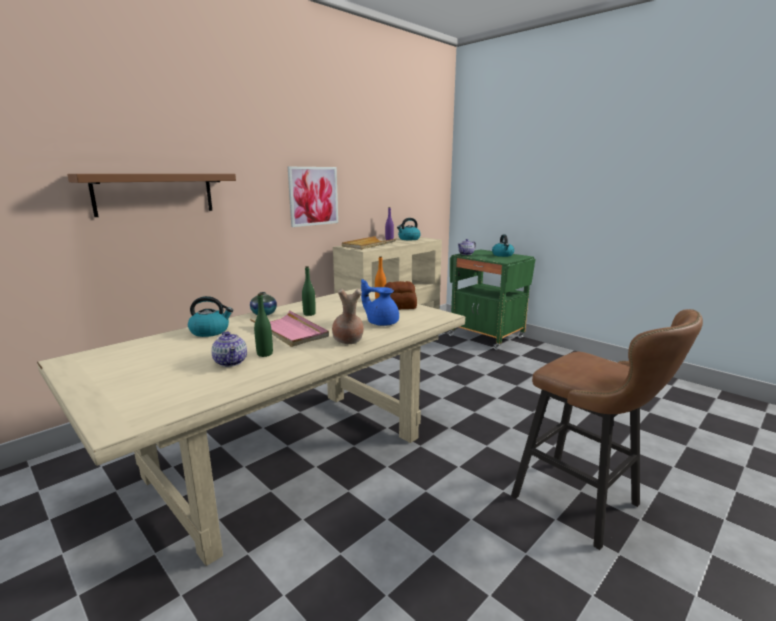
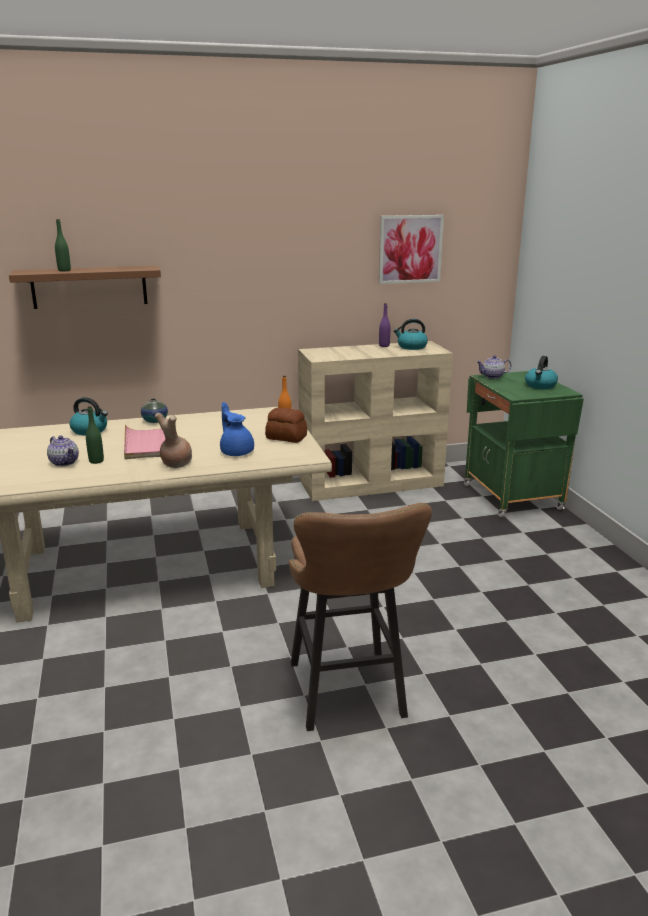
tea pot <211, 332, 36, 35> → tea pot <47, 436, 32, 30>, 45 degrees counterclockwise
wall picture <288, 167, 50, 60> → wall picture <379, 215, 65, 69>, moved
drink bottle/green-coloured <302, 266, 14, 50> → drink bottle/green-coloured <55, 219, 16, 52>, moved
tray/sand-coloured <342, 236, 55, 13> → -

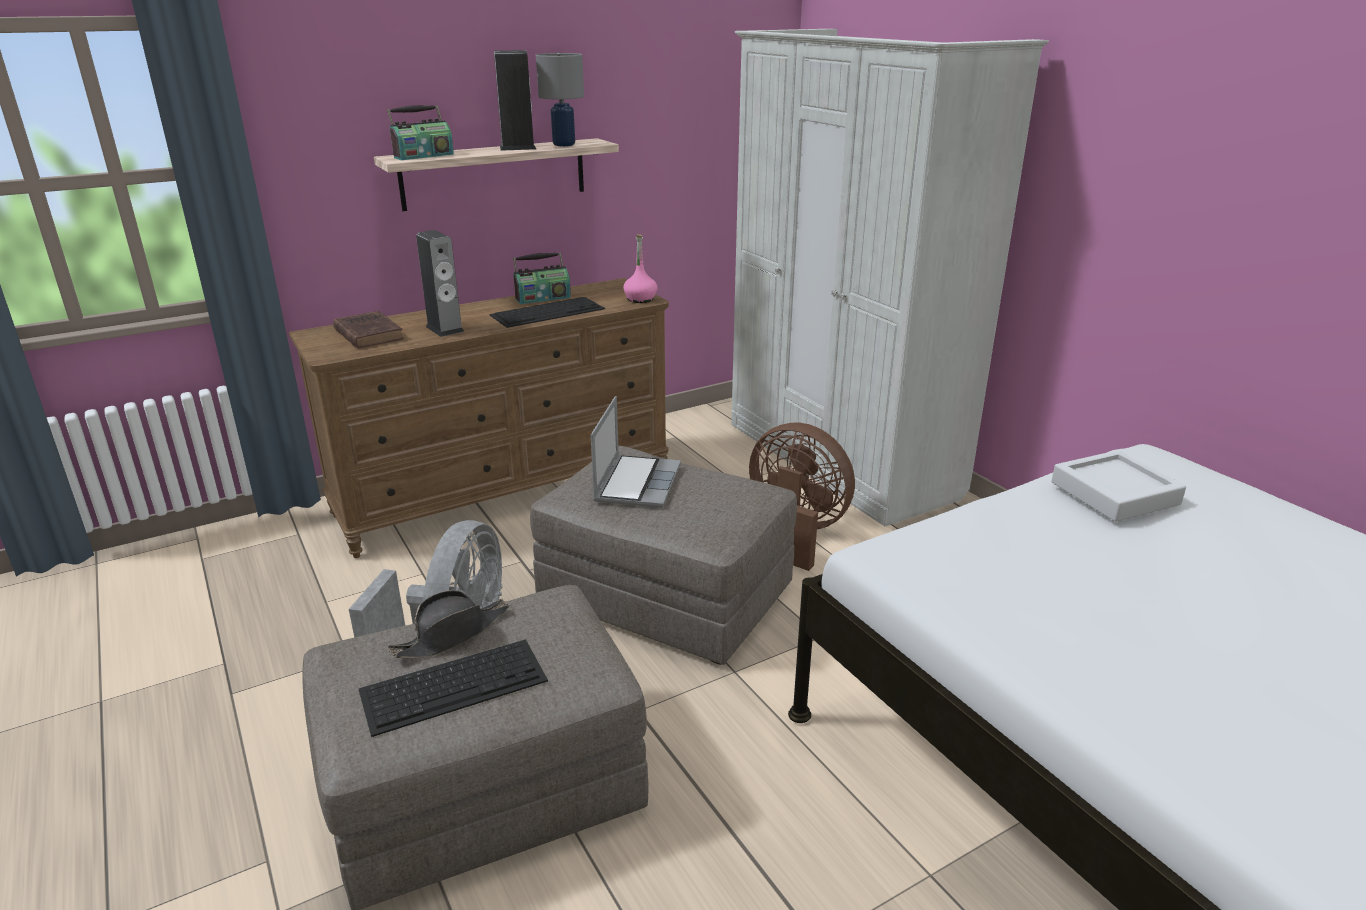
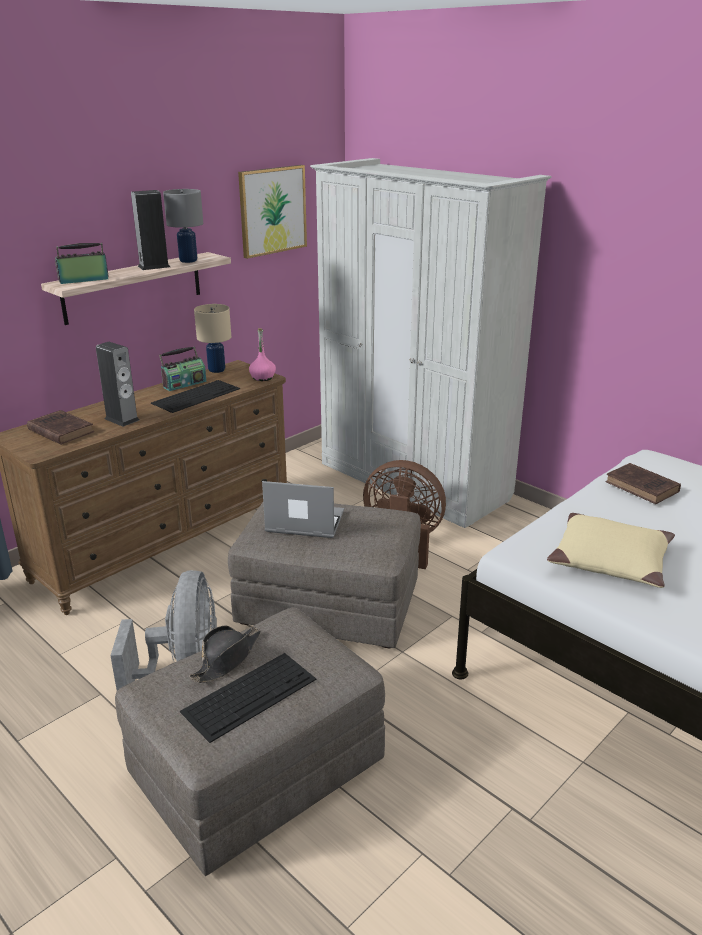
radio receiver <387, 105, 67, 55> → radio receiver <55, 243, 54, 41>, 150 degrees counterclockwise
notebook computer <591, 396, 90, 112> → notebook computer <262, 481, 82, 57>, 75 degrees counterclockwise
tray/grey <1051, 450, 135, 72> → book/brownish <605, 463, 76, 41>
- → lamp for a table/sand-coloured <194, 304, 37, 69>
- → wall picture <238, 165, 69, 94>
- → pillow/sand-coloured <547, 513, 128, 75>

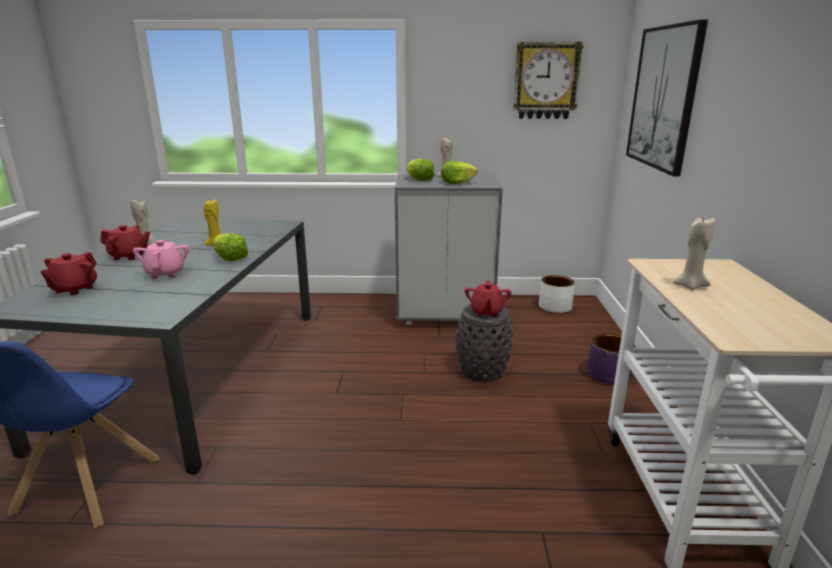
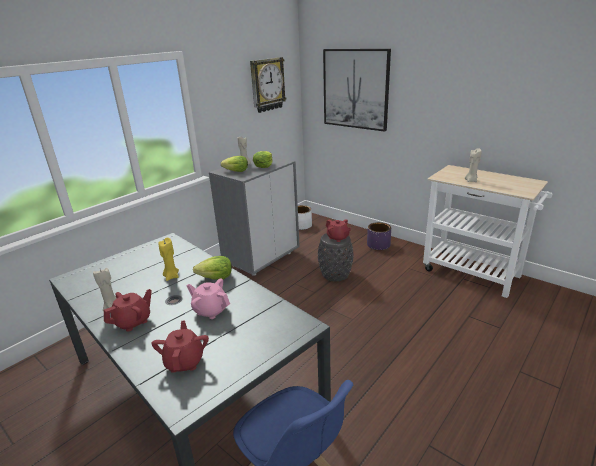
tea pot/red <40, 252, 57, 43> → tea pot/red <152, 320, 57, 53>, 150 degrees counterclockwise

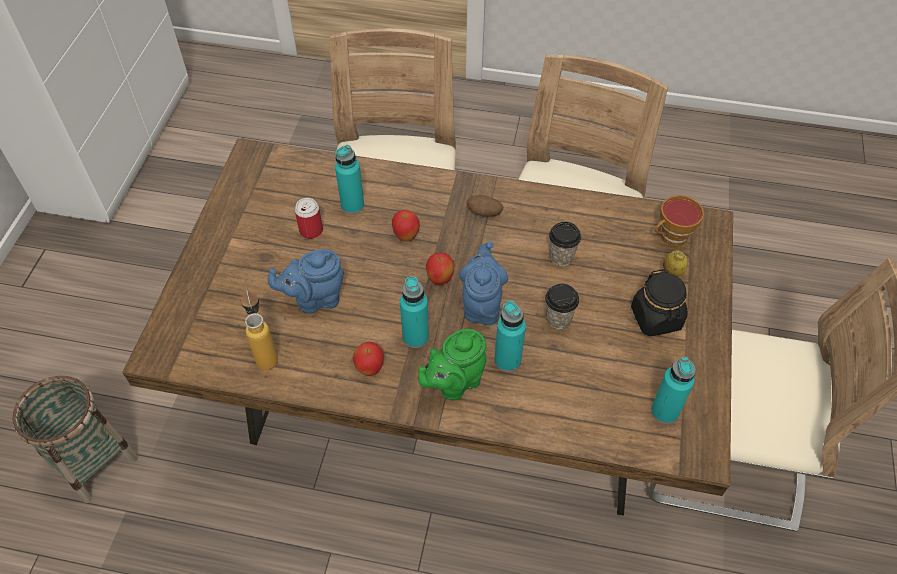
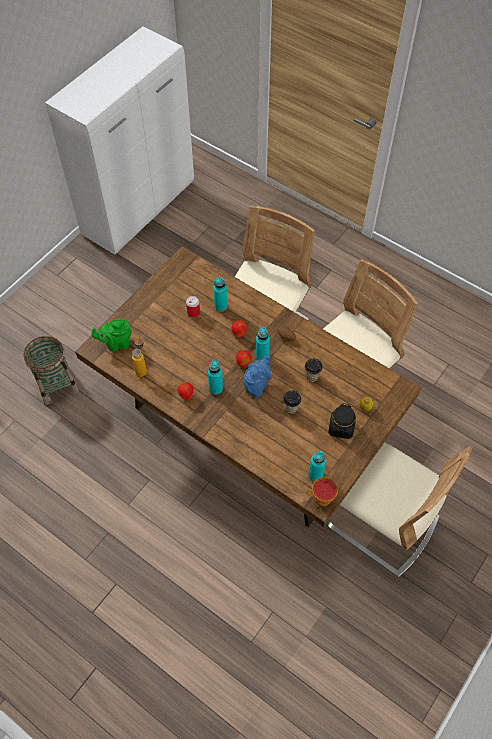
tea pot/bluish <268, 249, 76, 65> → -
tea pot/green-coloured <418, 329, 68, 72> → tea pot/green-coloured <92, 319, 40, 32>, moved
drink bottle/blue-green <495, 300, 31, 72> → drink bottle/blue-green <256, 327, 14, 33>, moved
small cup <655, 195, 49, 52> → small cup <306, 477, 32, 29>, moved

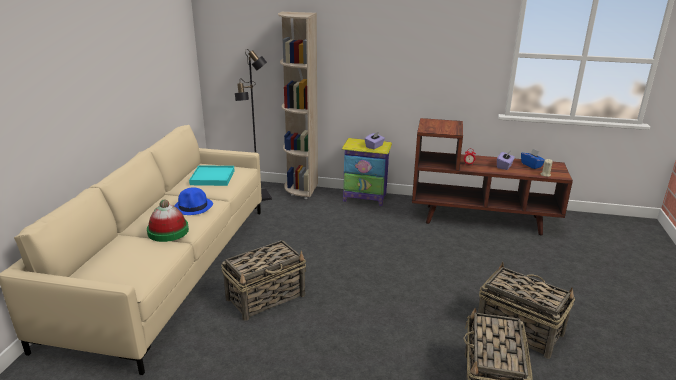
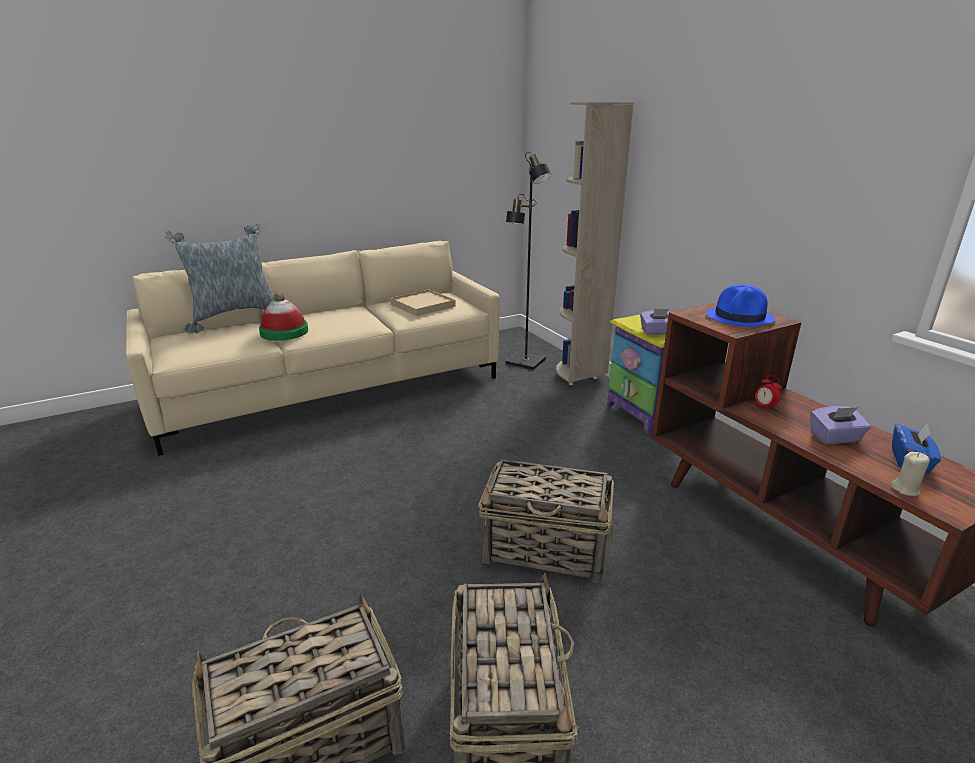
clothing hat/bluish <175, 187, 38, 28> → clothing hat/bluish <705, 284, 71, 43>, moved
tray/blue-green <189, 165, 45, 21> → tray/sand-coloured <391, 289, 65, 27>
household basket <221, 240, 85, 81> → household basket <478, 459, 136, 124>, moved
- → pillow <163, 224, 110, 110>

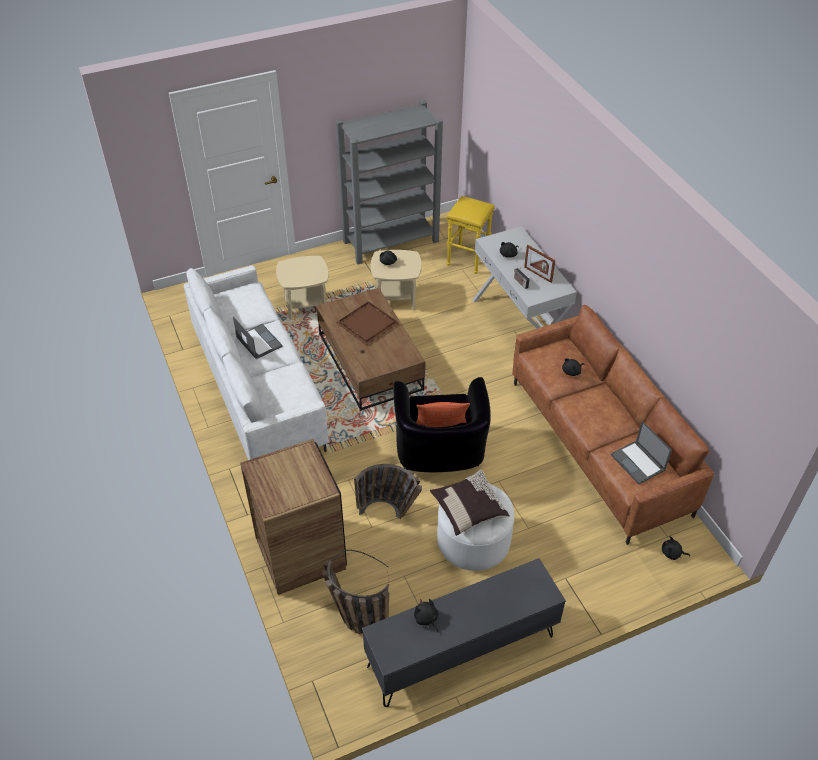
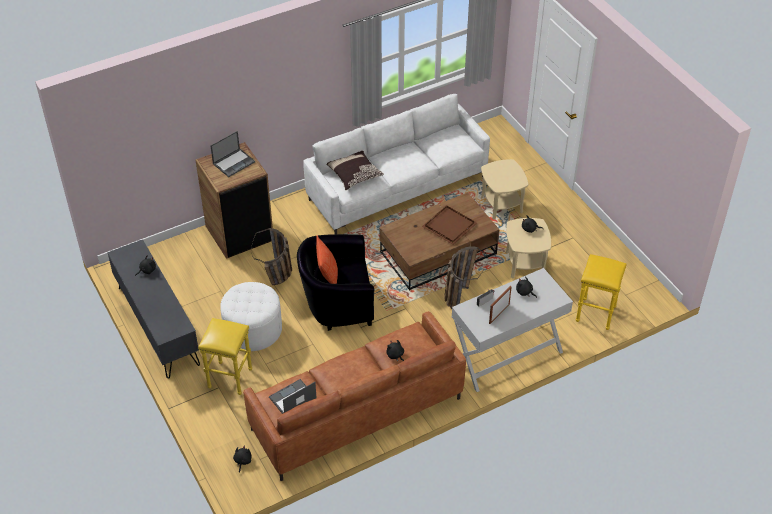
notebook computer <233, 316, 50, 43> → notebook computer <210, 131, 45, 46>, moved
household basket <322, 550, 67, 85> → household basket <444, 246, 44, 63>, moved
shelving unit/grey <336, 100, 107, 164> → -
pillow <430, 470, 80, 66> → pillow <326, 151, 58, 39>, moved
- → sitting stool/yellowish <198, 318, 54, 77>

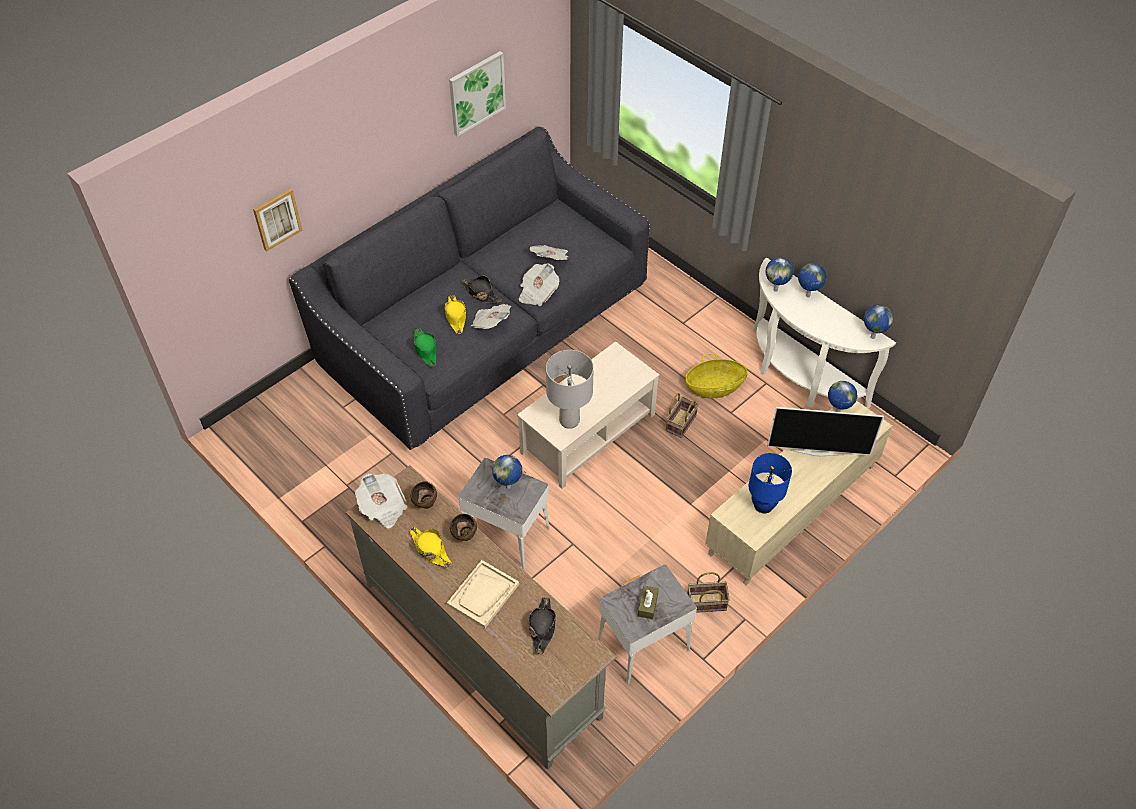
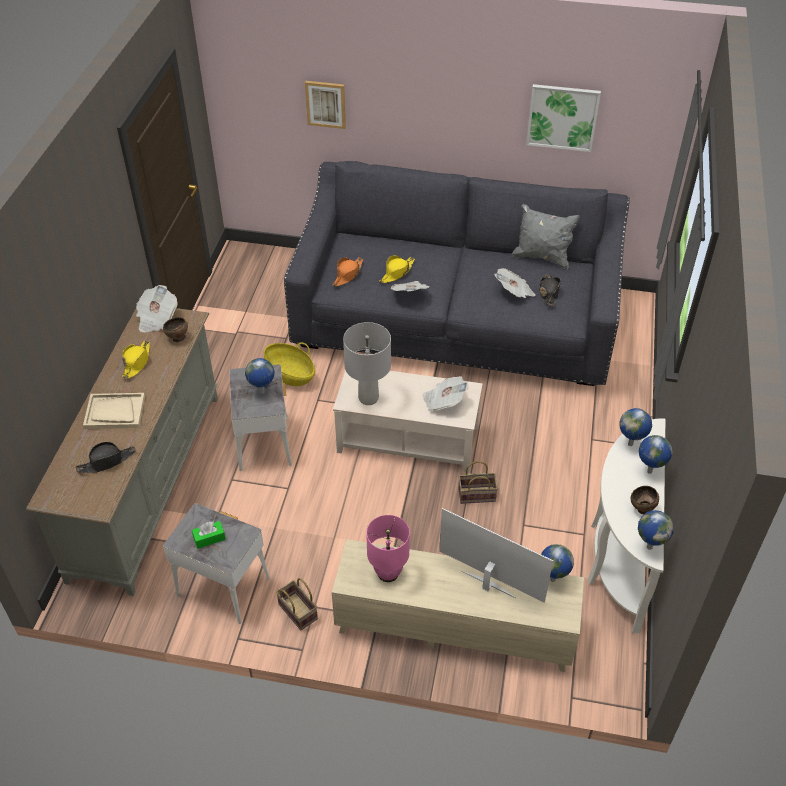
clothing hat/green-coloured <414, 328, 22, 39> → clothing hat/orange <332, 257, 31, 30>
bowl/brownish <450, 514, 27, 27> → bowl/brownish <631, 486, 28, 28>, moved
clothing hat/black-coloured <461, 276, 41, 27> → clothing hat/black-coloured <539, 274, 22, 32>, moved
printed paper <519, 263, 40, 43> → printed paper <422, 376, 46, 35>, moved
tissue box/brownish <638, 586, 21, 33> → tissue box/green-coloured <192, 521, 34, 28>
household basket <685, 353, 63, 45> → household basket <264, 342, 51, 44>, moved
lamp for a table/bluish <749, 453, 43, 60> → lamp for a table/pink <366, 515, 44, 67>
television <767, 407, 117, 49> → television <439, 508, 114, 95>, 150 degrees clockwise
- → pillow/grey <512, 204, 68, 66>

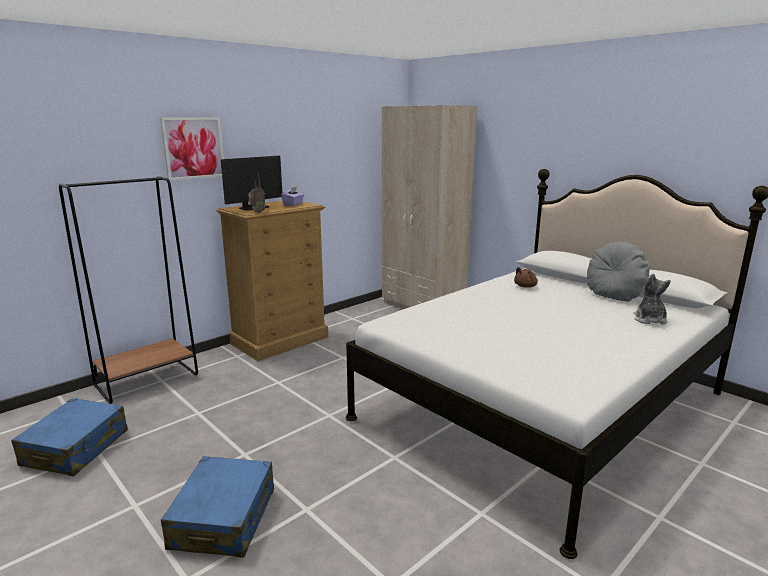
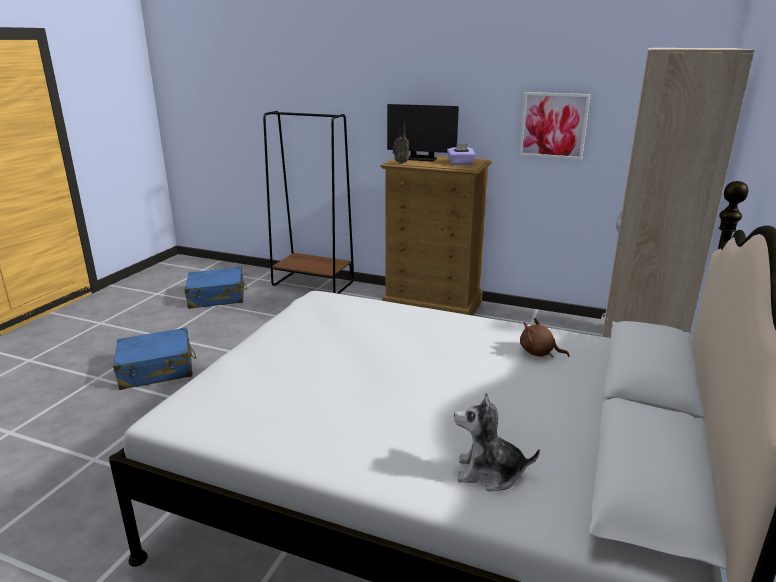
wall picture <160, 117, 64, 64> → wall picture <519, 92, 71, 68>, moved
pillow/grey <587, 242, 63, 60> → -
plush toy <633, 274, 38, 51> → plush toy <454, 393, 86, 98>, 150 degrees counterclockwise

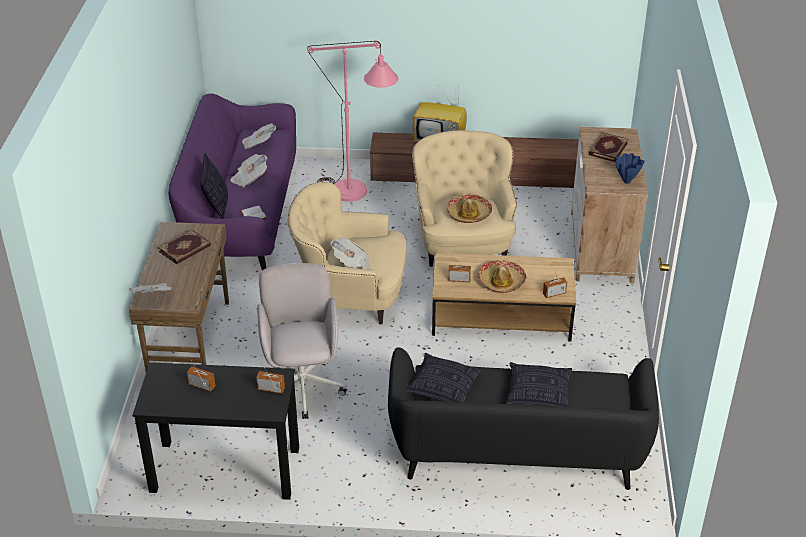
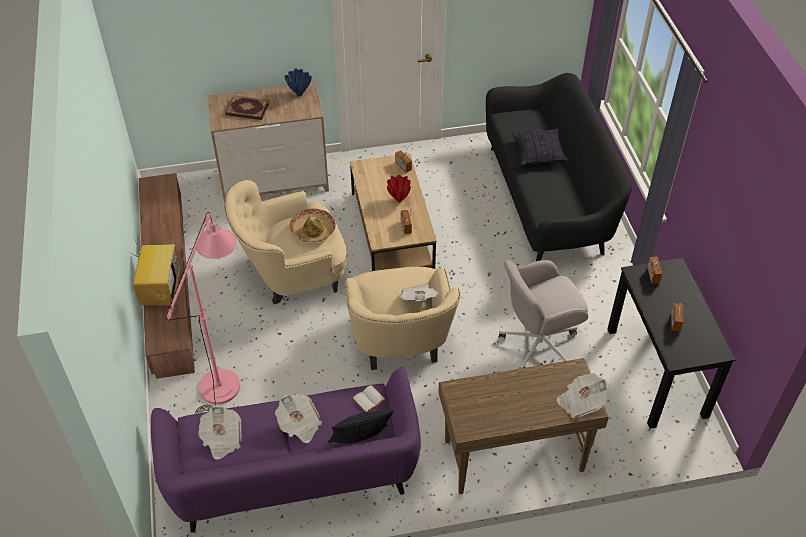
book <158, 229, 53, 35> → -
pillow <406, 353, 77, 49> → -
clothing hat <478, 260, 48, 33> → flower vase/red <387, 175, 24, 27>

